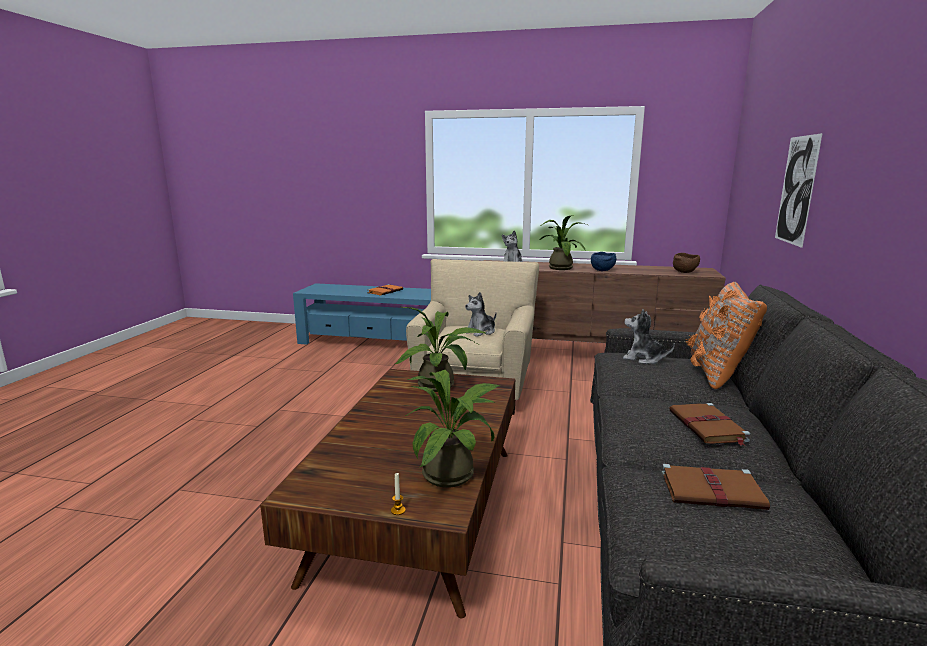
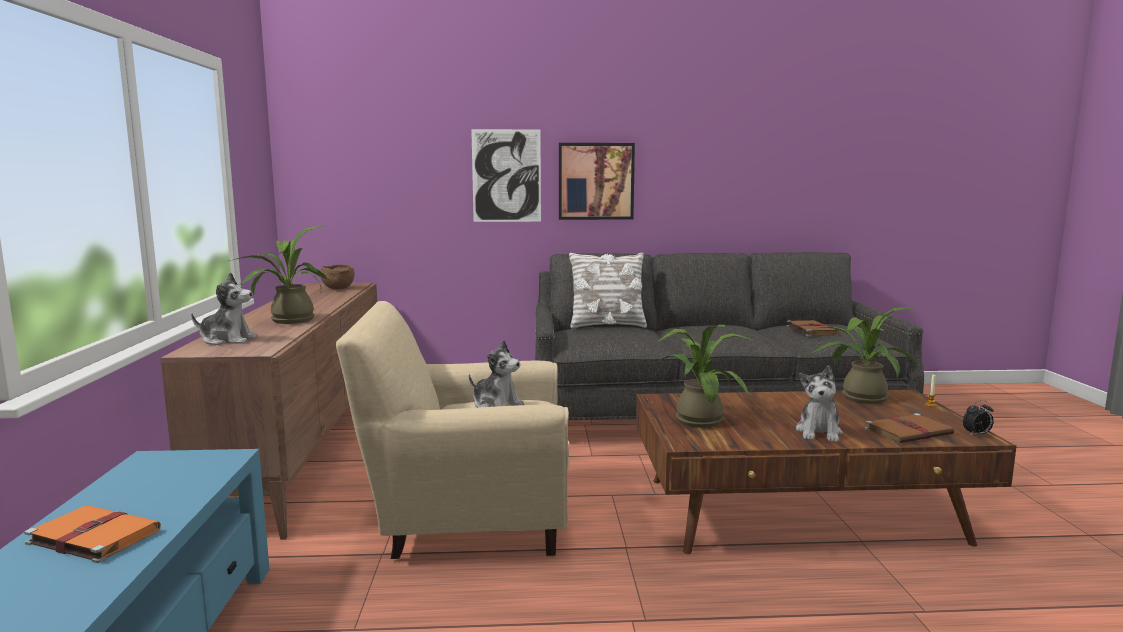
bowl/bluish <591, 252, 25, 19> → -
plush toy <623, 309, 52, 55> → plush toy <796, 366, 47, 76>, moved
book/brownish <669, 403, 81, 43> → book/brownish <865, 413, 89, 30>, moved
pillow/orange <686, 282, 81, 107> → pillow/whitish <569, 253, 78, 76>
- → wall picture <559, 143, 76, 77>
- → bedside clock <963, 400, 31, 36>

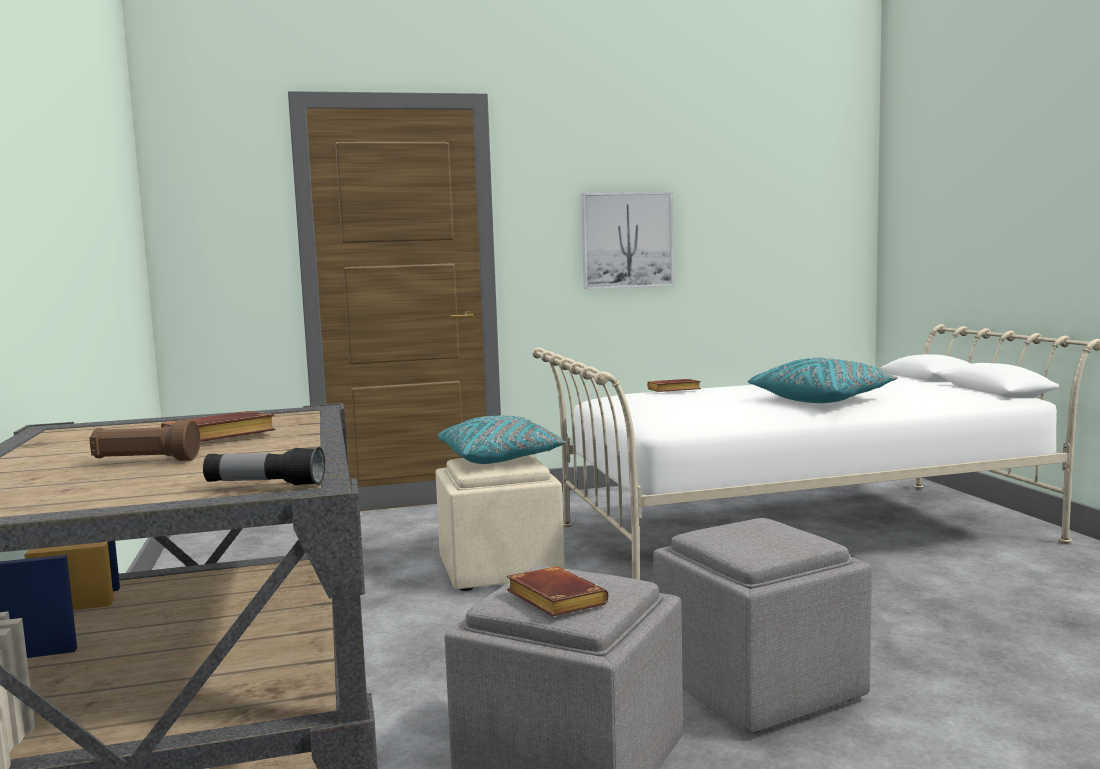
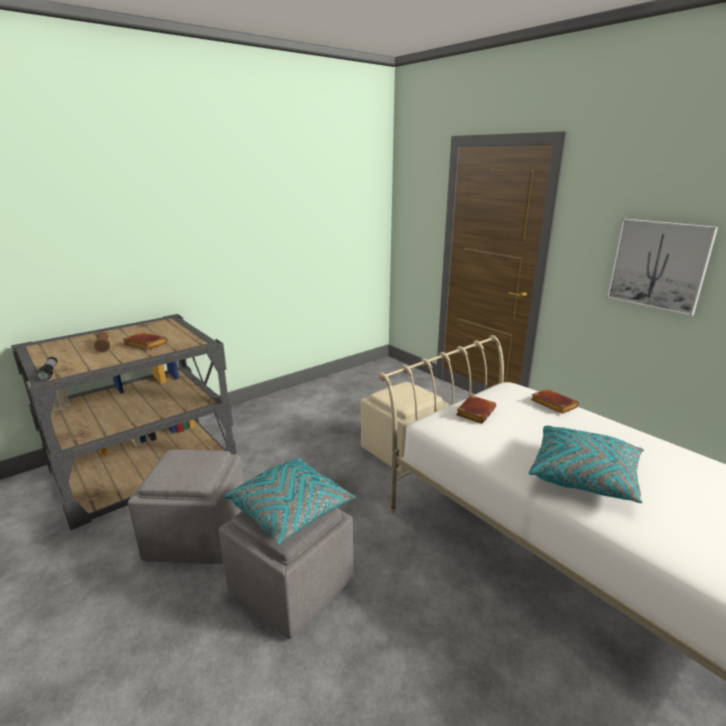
pillow/blue-green <438, 415, 129, 49> → pillow/blue-green <224, 458, 132, 87>, moved
book/brownish <507, 566, 101, 50> → book/brownish <456, 395, 40, 29>, moved

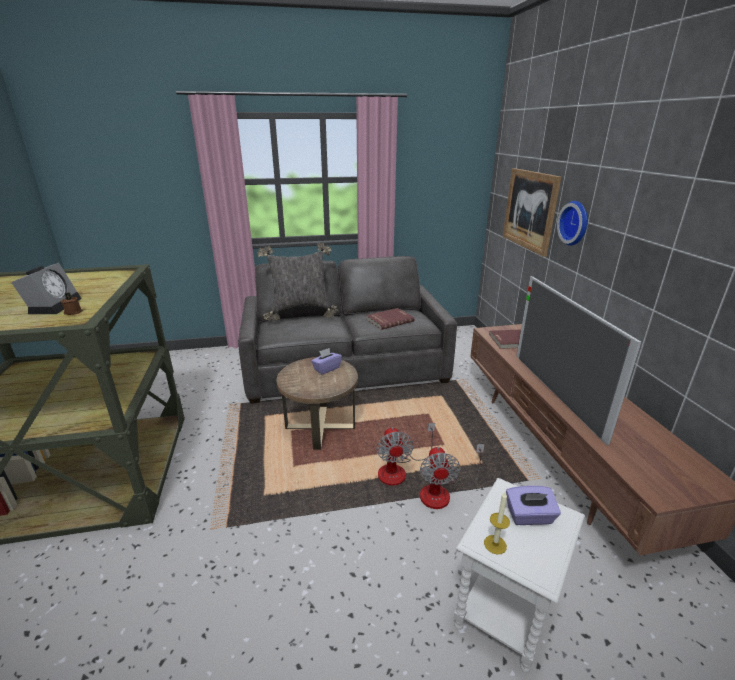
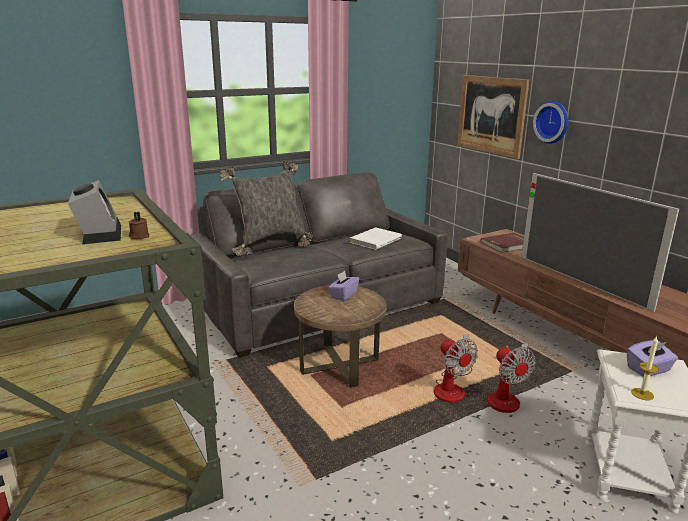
book/red <366, 308, 48, 22> → book/whitish <350, 227, 52, 23>

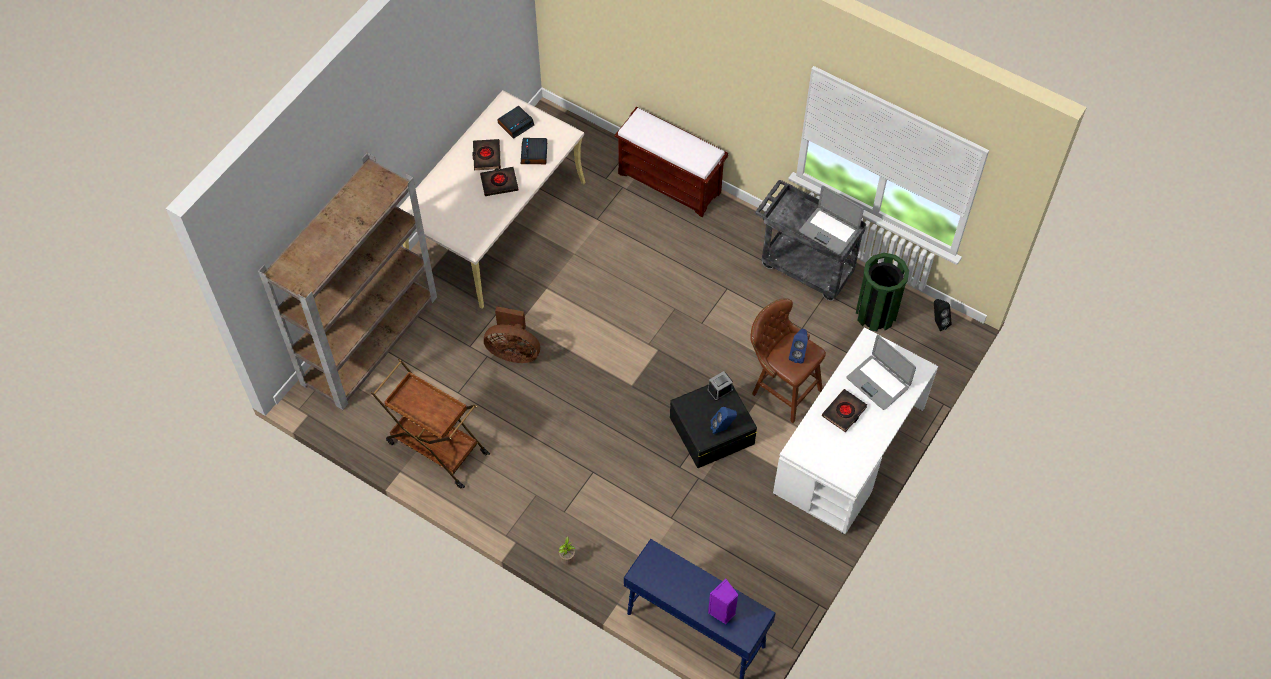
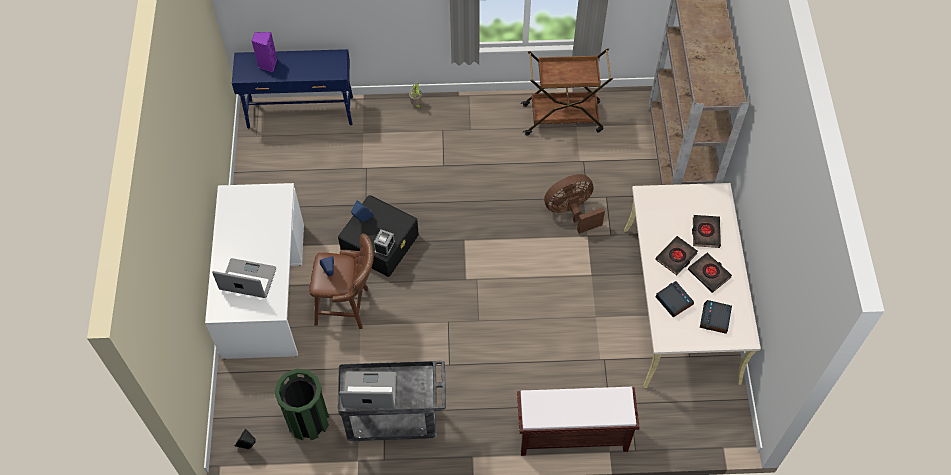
book/black-coloured <822, 389, 45, 43> → book/black-coloured <692, 215, 29, 33>, moved

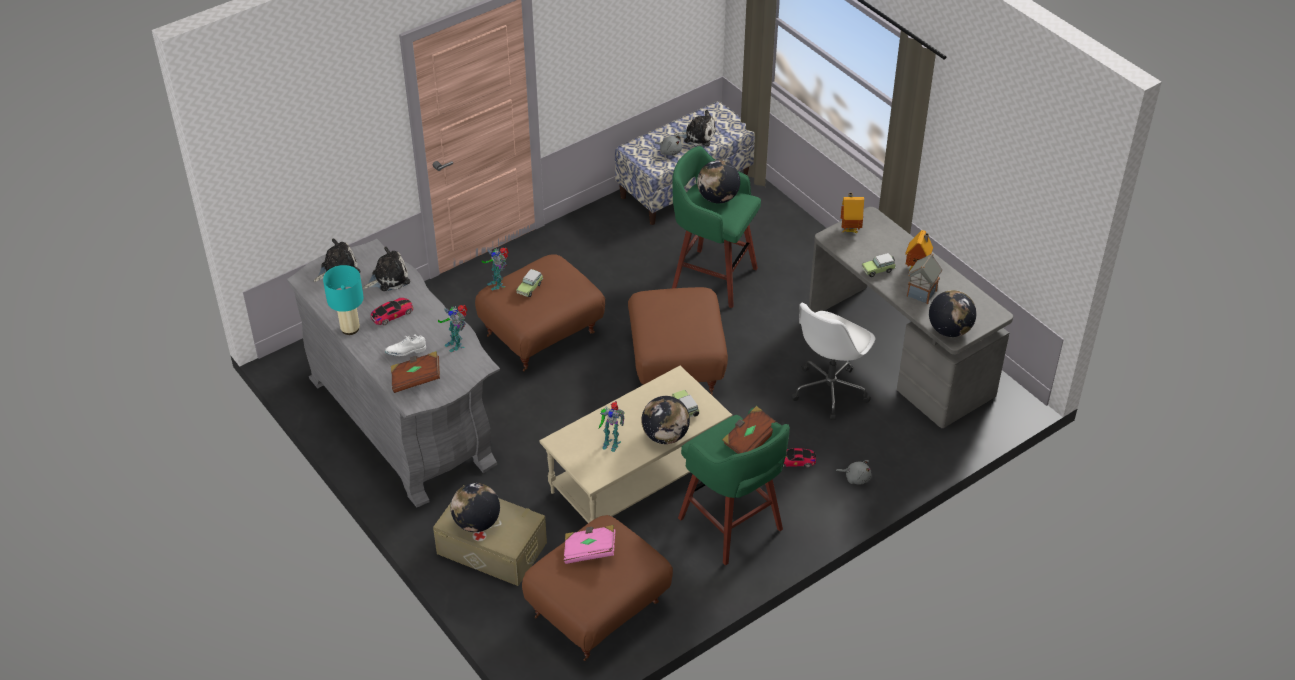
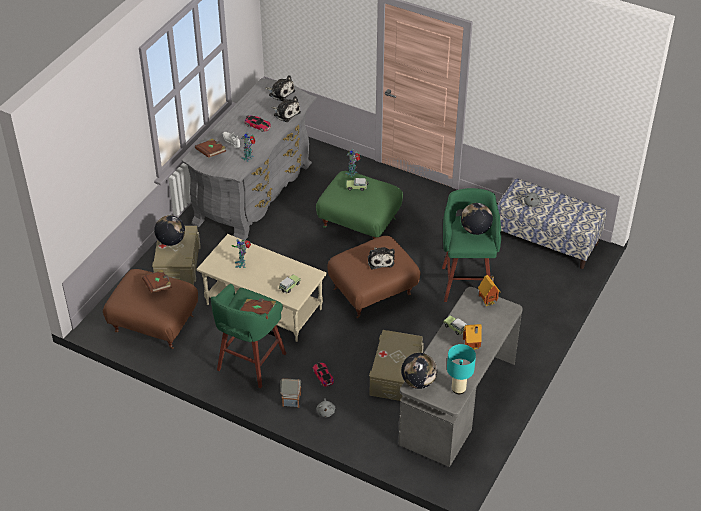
lamp for a table/blue-green <323, 265, 40, 70> → lamp for a table/blue-green <447, 344, 29, 50>, moved
ottoman/brownish <475, 254, 130, 117> → ottoman/green-coloured <316, 171, 87, 68>
book/pink <564, 525, 52, 39> → book/brownish <142, 270, 29, 23>
desk globe <641, 396, 49, 48> → -
plush toy <674, 110, 42, 36> → plush toy <368, 247, 27, 22>, moved
desk chair/whitish <791, 303, 84, 117> → storage container/sand-coloured <369, 330, 55, 71>
toy house <907, 254, 35, 50> → toy house <280, 378, 21, 30>, moved

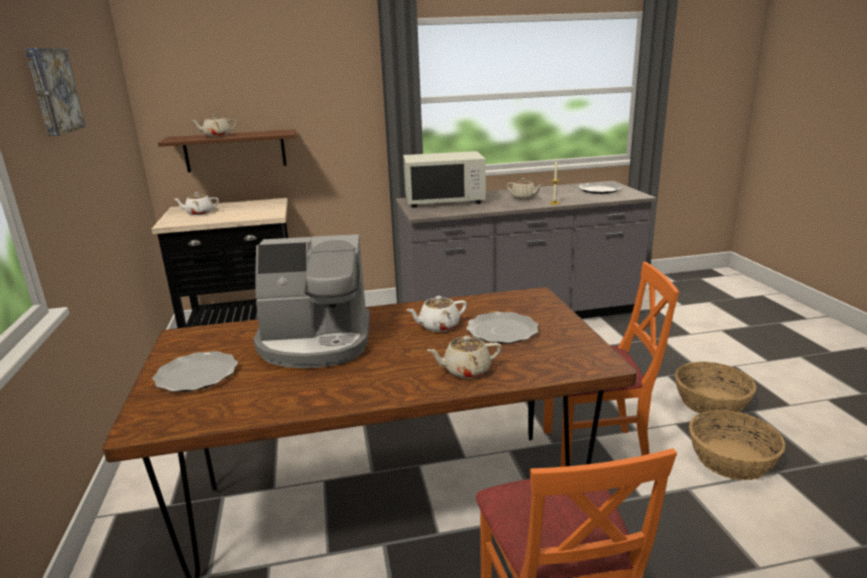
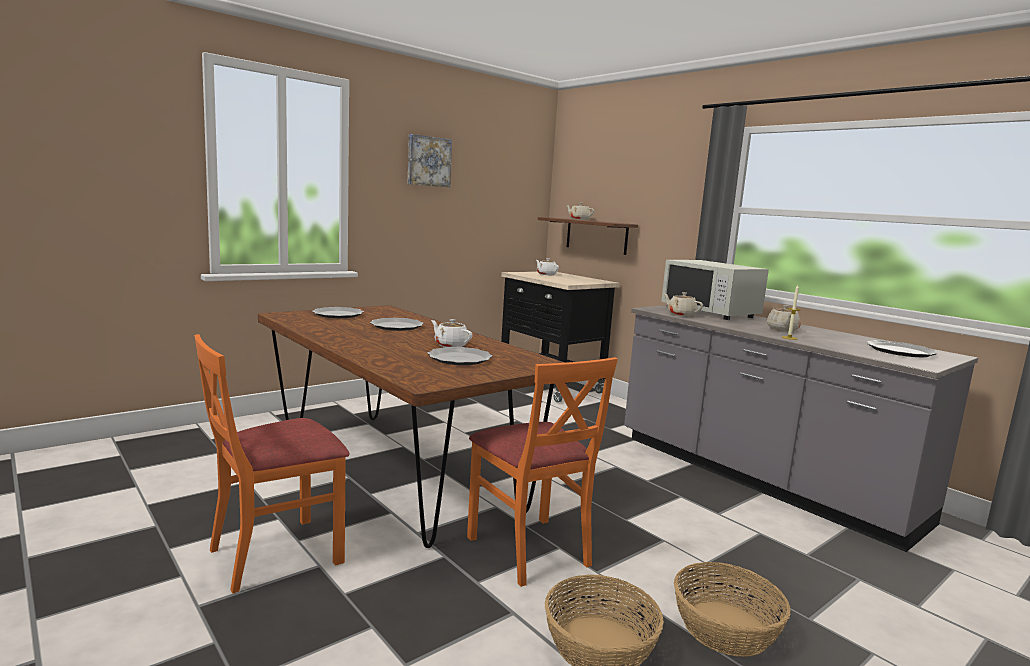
coffee brewer <253, 234, 117, 134> → plate <370, 318, 54, 13>
tea pot/sand-coloured <427, 336, 75, 43> → tea pot/sand-coloured <664, 292, 39, 24>, moved

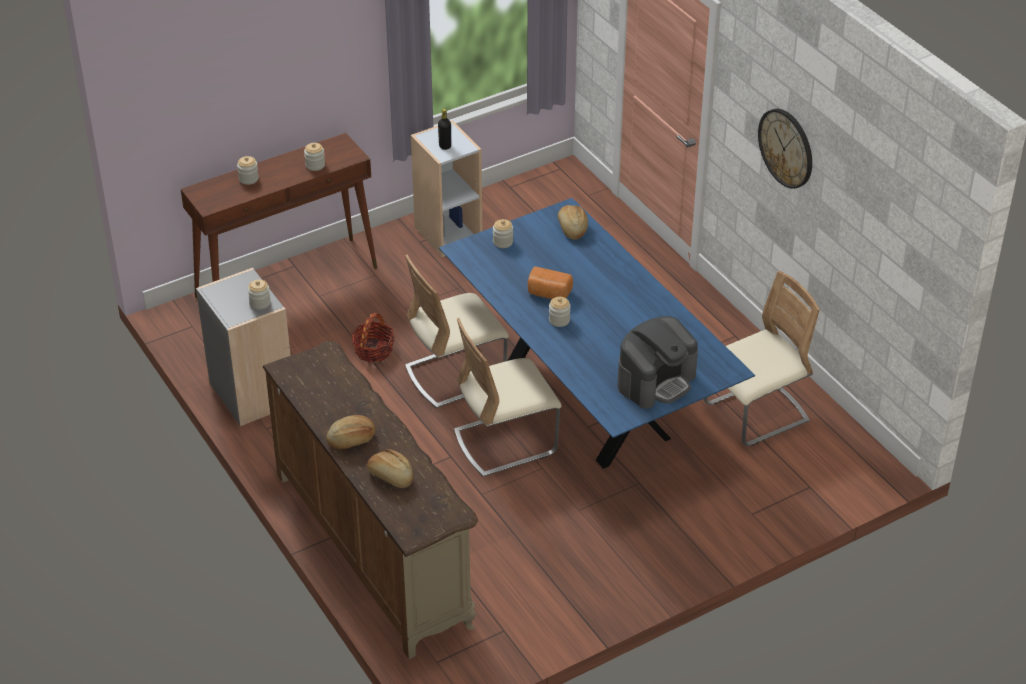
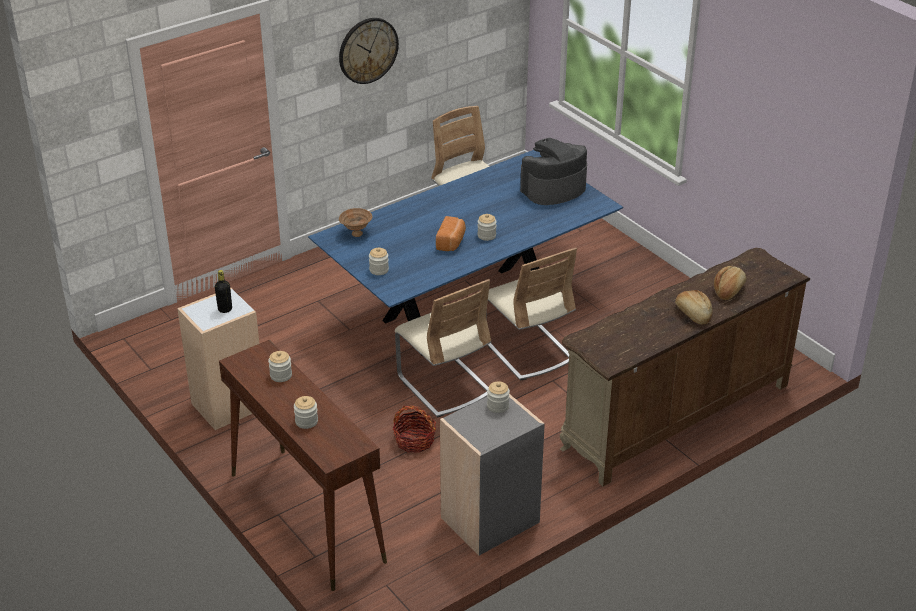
baked bread <558, 205, 30, 35> → bowl/brownish <339, 208, 33, 29>
coffee brewer <617, 316, 81, 93> → coffee brewer <520, 138, 67, 67>, 75 degrees counterclockwise

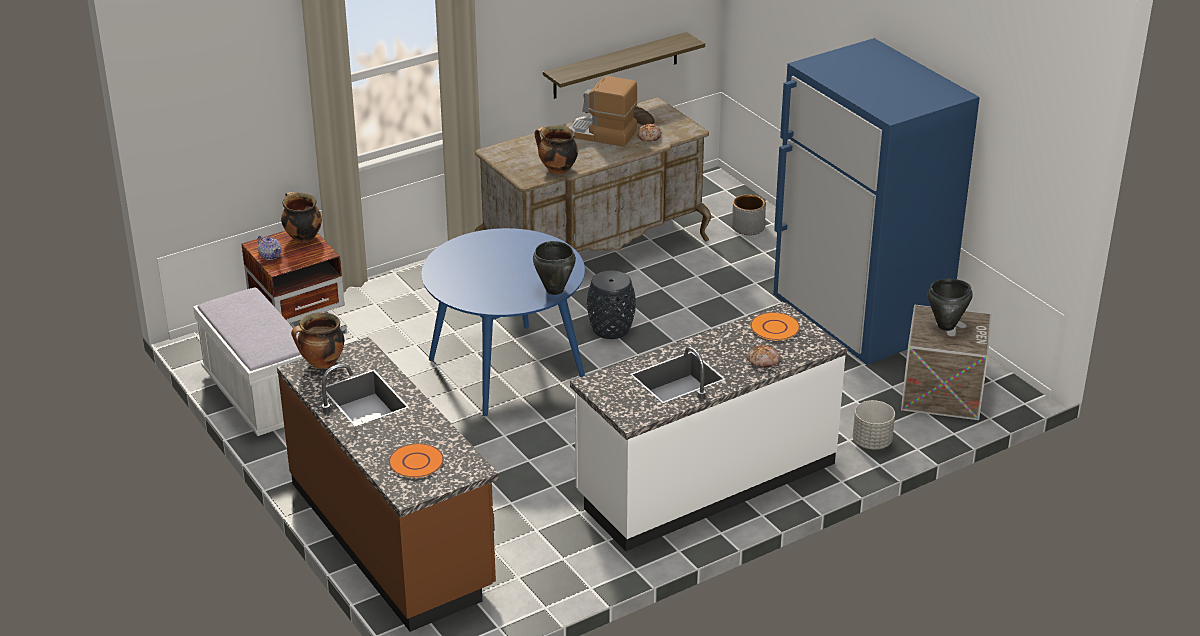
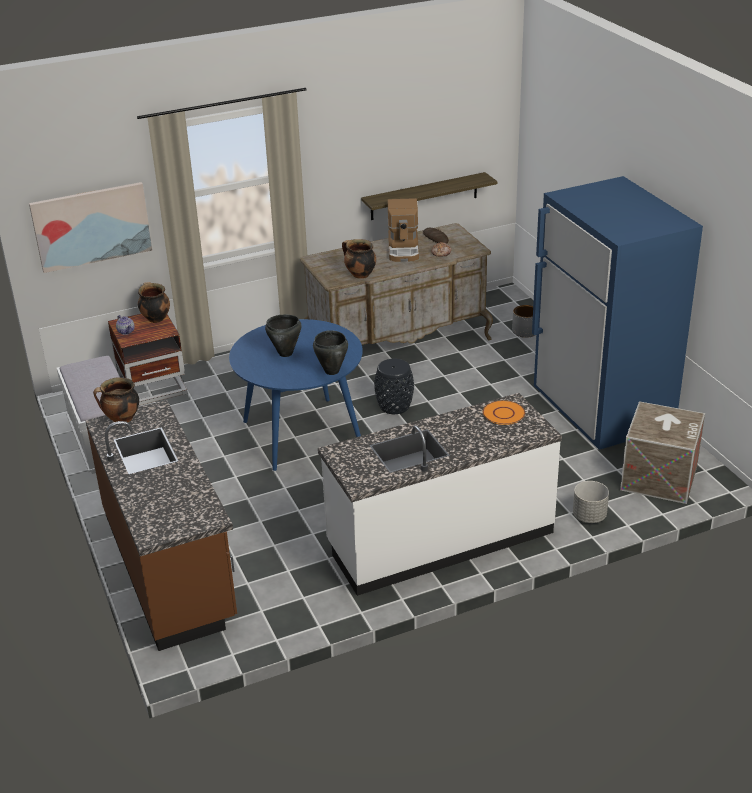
plate/orange <389, 443, 55, 35> → -
coffee brewer <569, 76, 69, 71> → coffee brewer <388, 198, 31, 64>, 120 degrees counterclockwise
baked bread <747, 345, 34, 23> → -
stockpot/black-coloured <928, 279, 45, 52> → stockpot/black-coloured <265, 315, 37, 42>, moved
- → wall picture <29, 182, 124, 91>

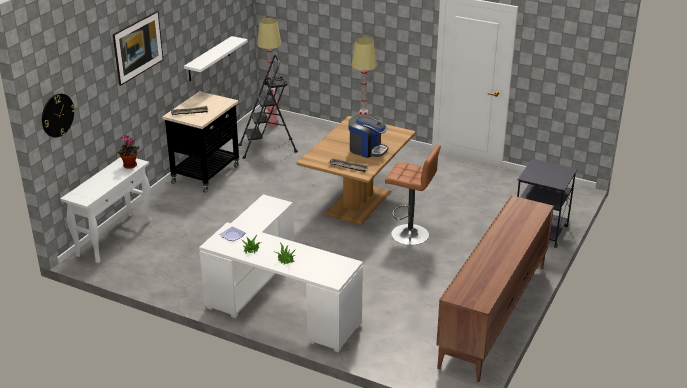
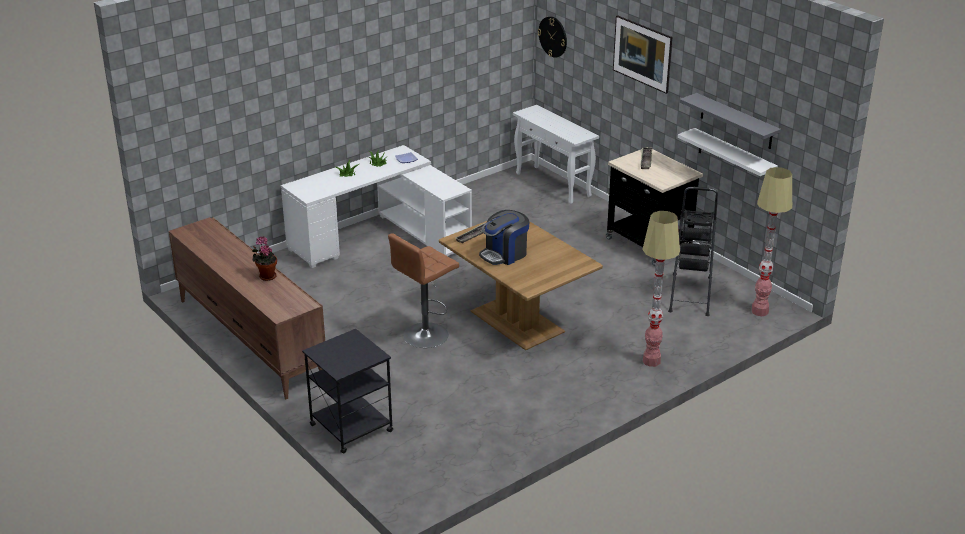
plant in a pot <116, 135, 23, 34> → plant in a pot <252, 237, 25, 44>, moved
- → bracket shelf/grey <679, 93, 102, 56>

